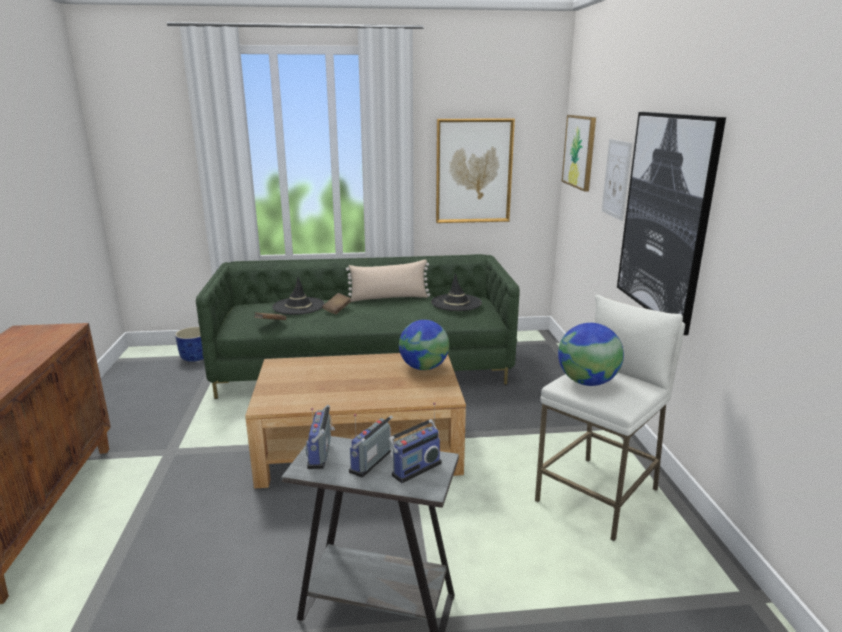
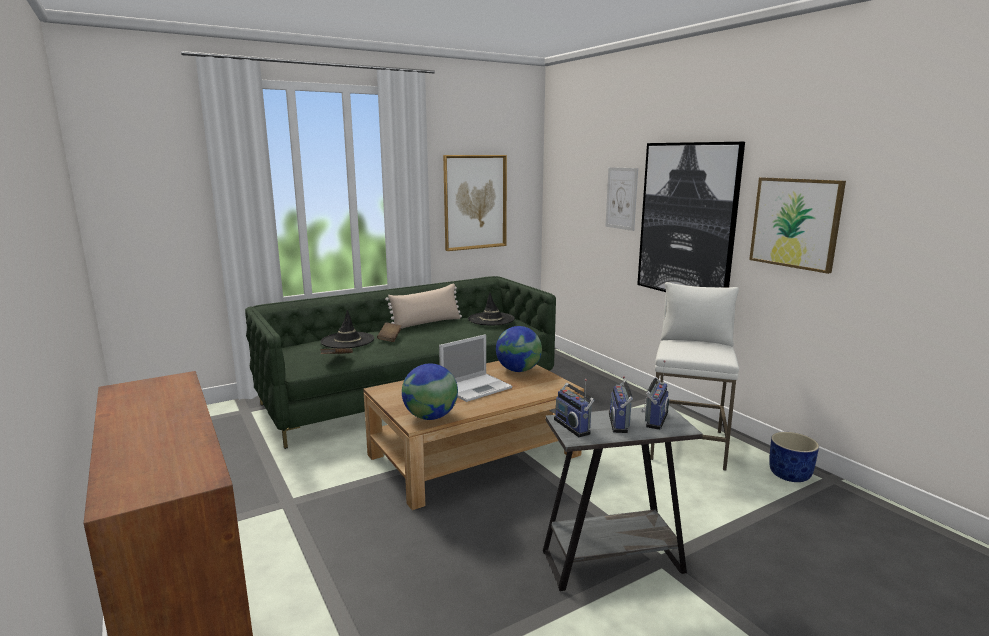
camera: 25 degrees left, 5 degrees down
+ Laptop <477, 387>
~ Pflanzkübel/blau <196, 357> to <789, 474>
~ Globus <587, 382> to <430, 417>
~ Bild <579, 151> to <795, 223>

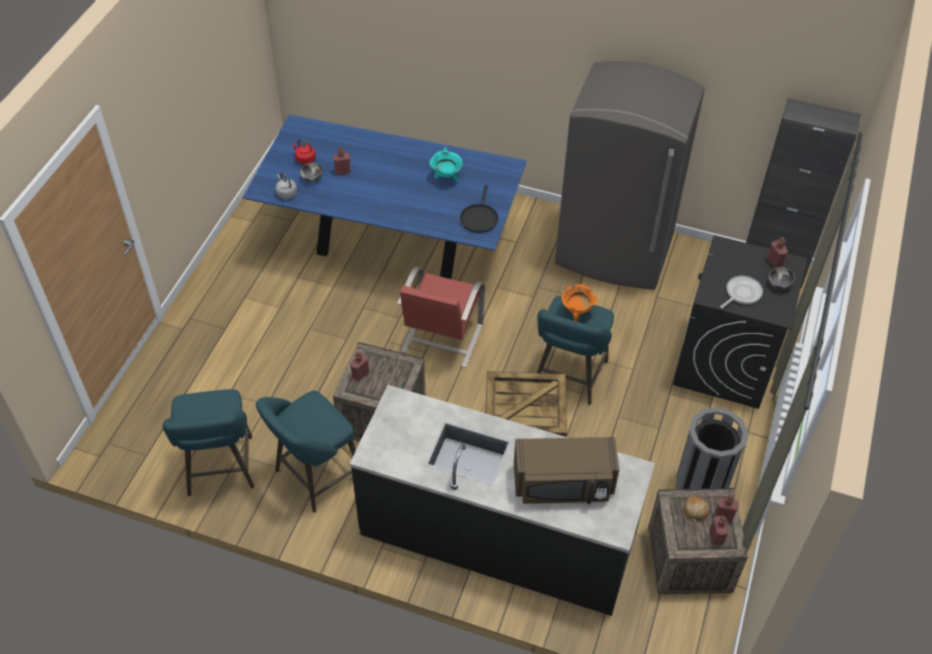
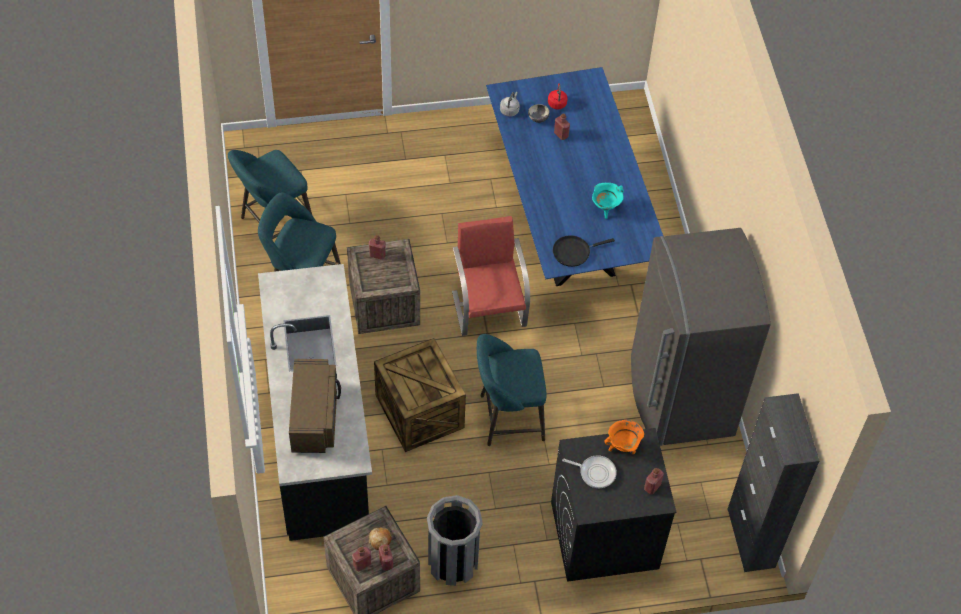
camera: 60 degrees right, 5 degrees up
- Schüssel <779, 285>
~ Kochtopf/orange <576, 313> to <623, 447>
~ Stuhl/rot <441, 339> = <489, 307> 90 degrees clockwise
~ Mikrowelle/braun <563, 484> = <315, 417> 150 degrees counterclockwise

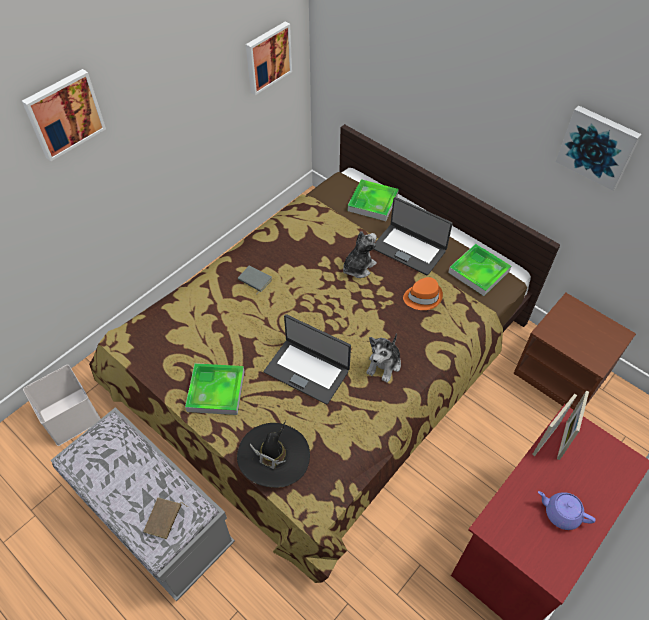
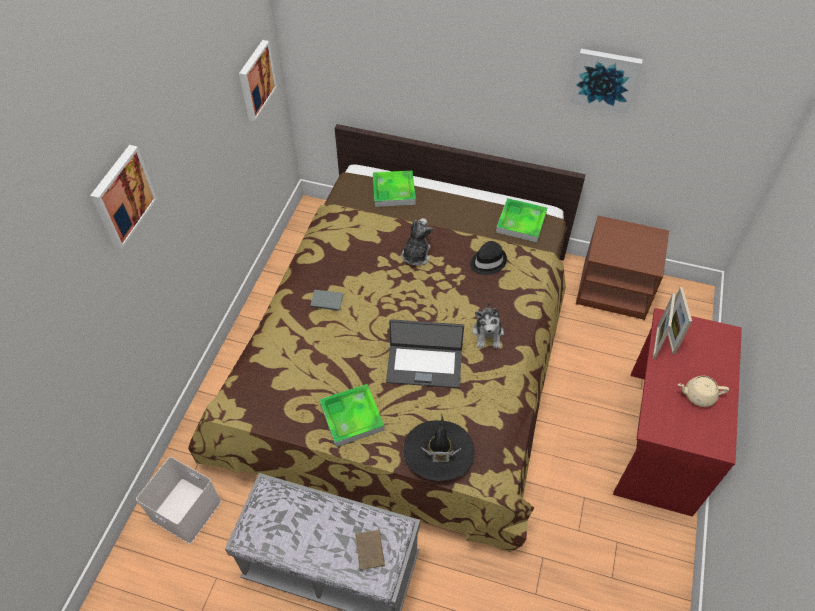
camera: 25 degrees left, 0 degrees up
- Laptop <409, 249>
~ Hut/orange <422, 297> to Hut/schwarz <487, 261>
~ Teekanne/lila <561, 513> to Teekanne/beige <698, 395>

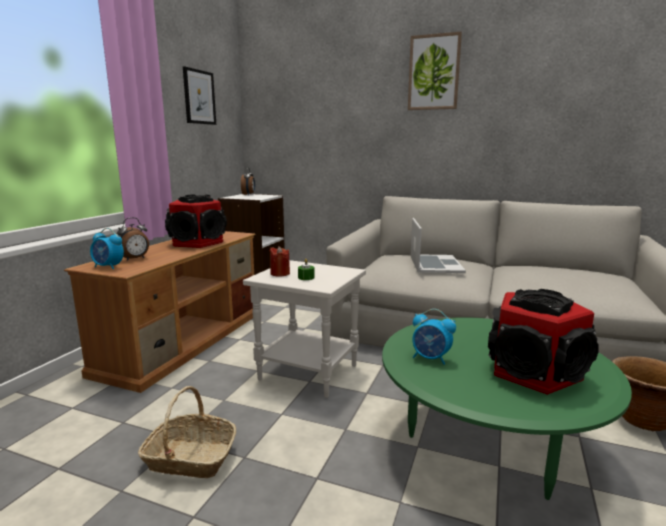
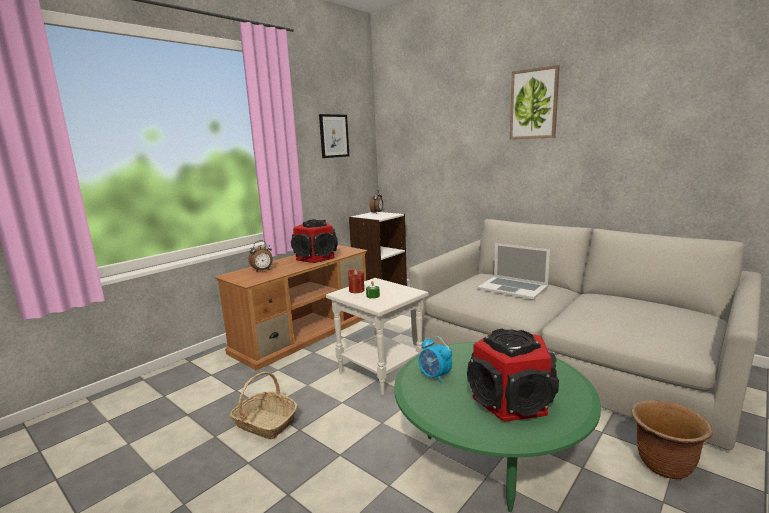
camera: 20 degrees right, 0 degrees up
- Wecker <108, 267>
~ Laptop <435, 264> = <513, 287> 105 degrees clockwise

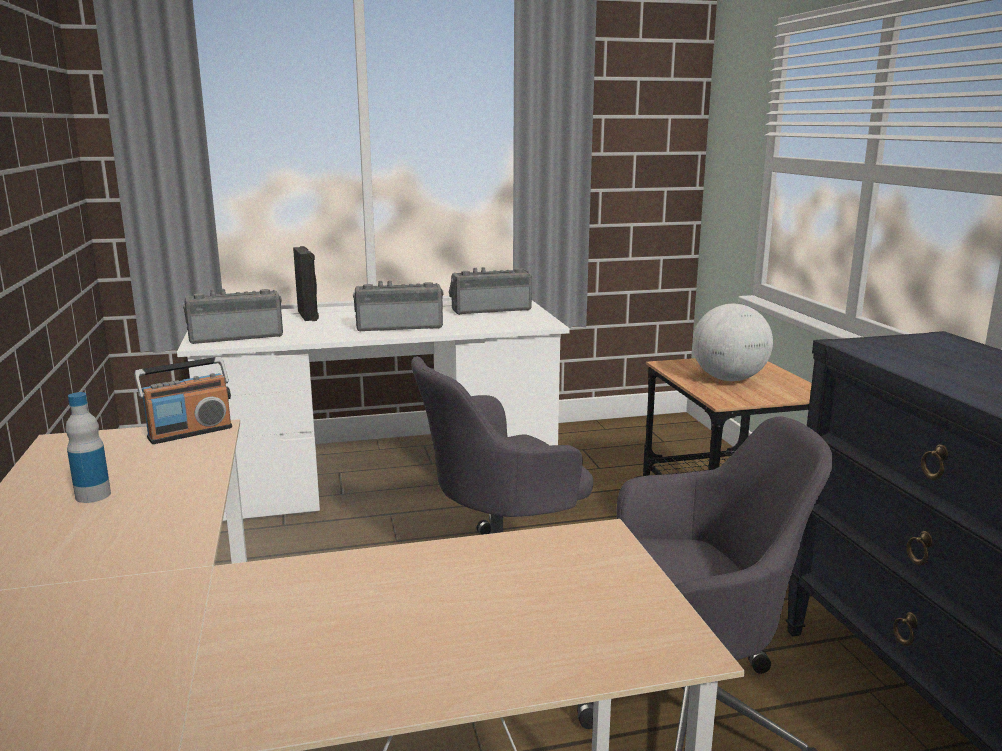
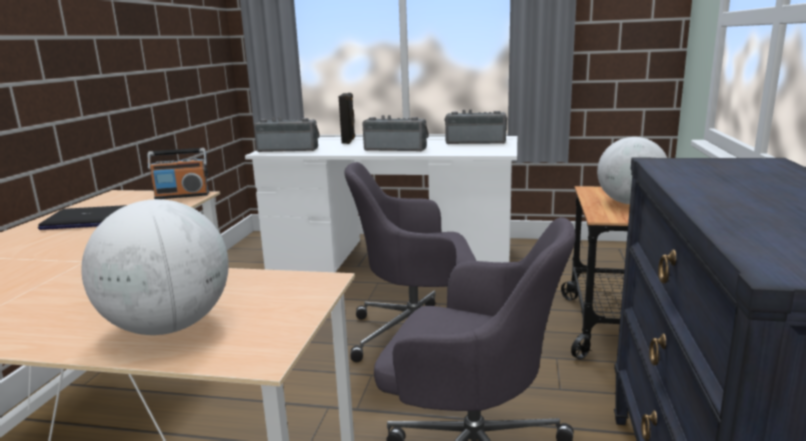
camera: 25 degrees right, 0 degrees up
+ Globus <169, 327>
~ Flasche <93, 495> to Laptop <87, 220>

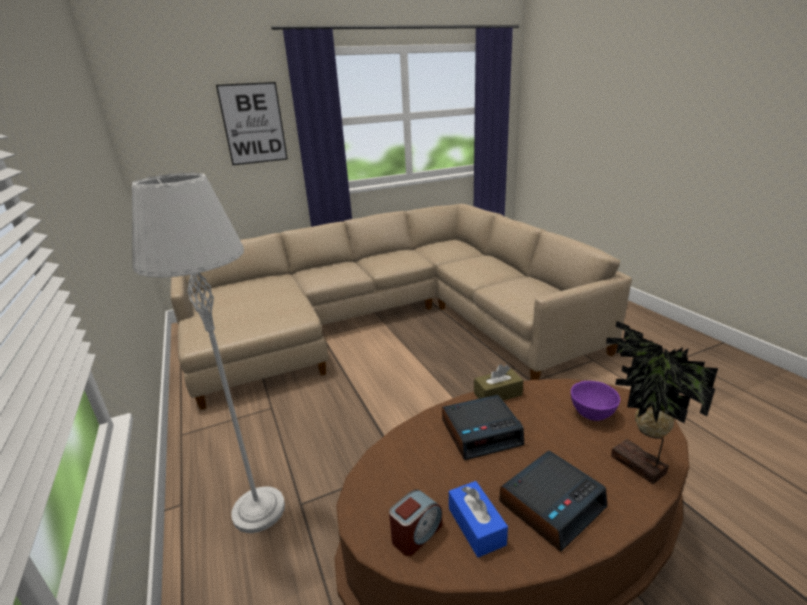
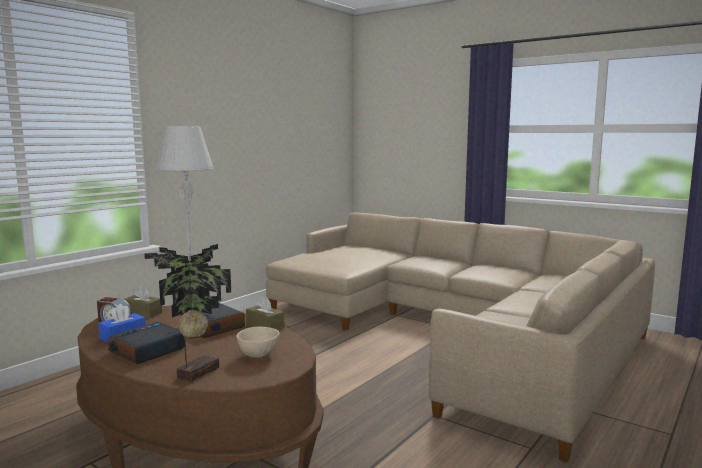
camera: 60 degrees right, 15 degrees down
- Bild <253, 124>
+ Taschentuchbox/braun <143, 313>
~ Schüssel/lila <592, 413> to Schüssel/beige <259, 355>
~ Wecker <551, 504> = <147, 350> 105 degrees clockwise

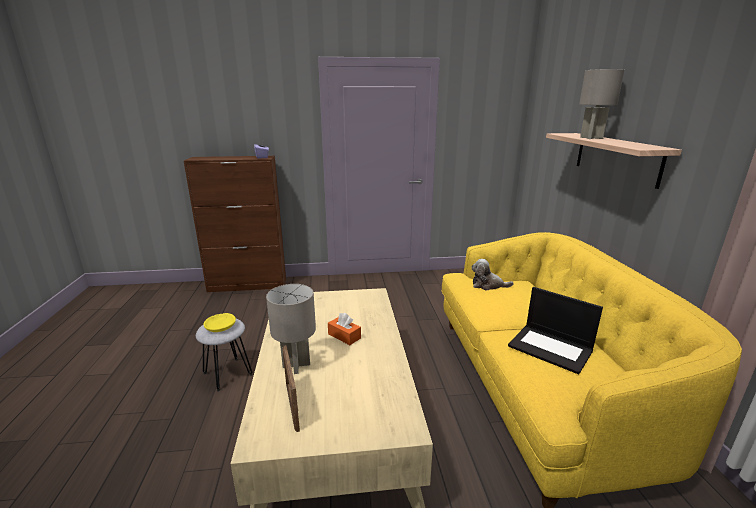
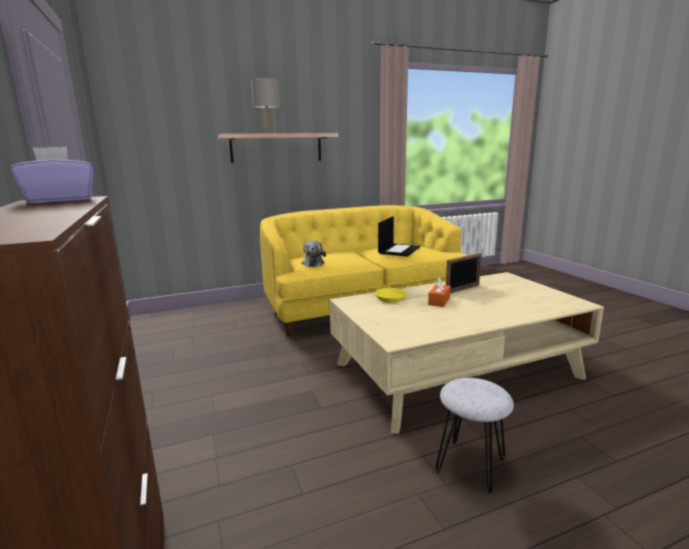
camera: 105 degrees left, 5 degrees down
- Tischlampe/grau <297, 365>
~ Schüssel/gelb <221, 326> to <390, 299>
~ Bilderrahmen <292, 406> to <462, 289>

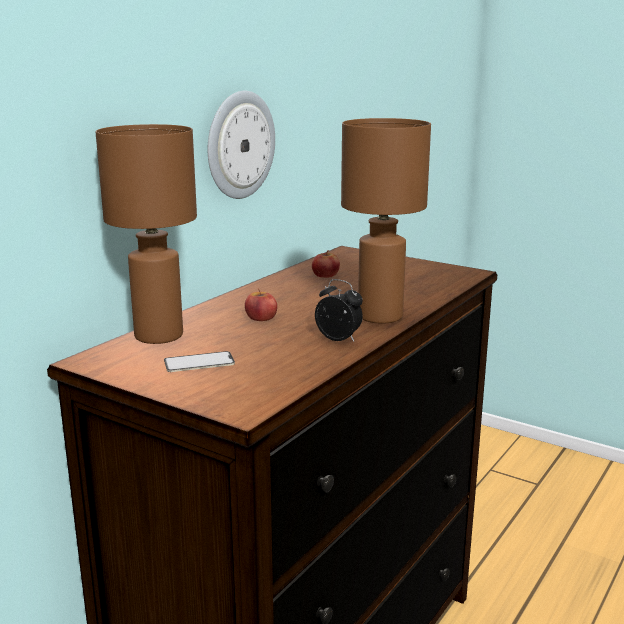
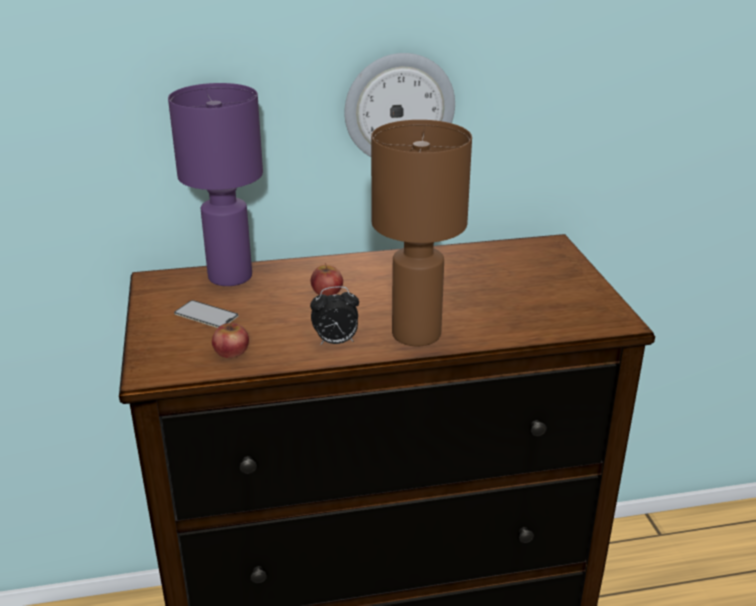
camera: 45 degrees right, 10 degrees up
~ Apfel <325, 275> to <231, 351>
~ Tischlampe/braun <158, 335> to Tischlampe/lila <231, 276>
~ Wecker <339, 339> = <335, 342> 90 degrees clockwise

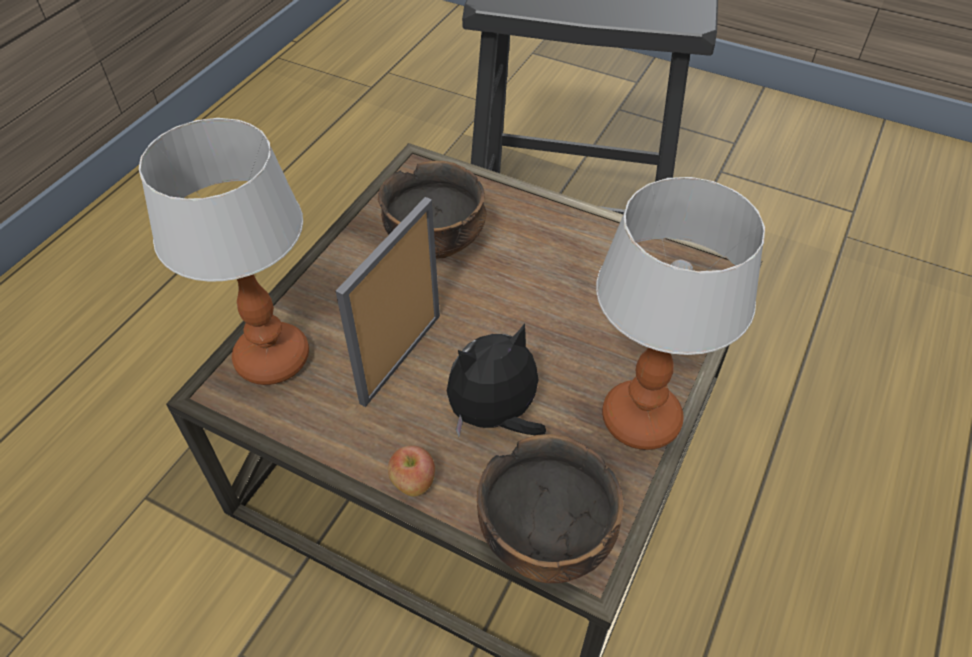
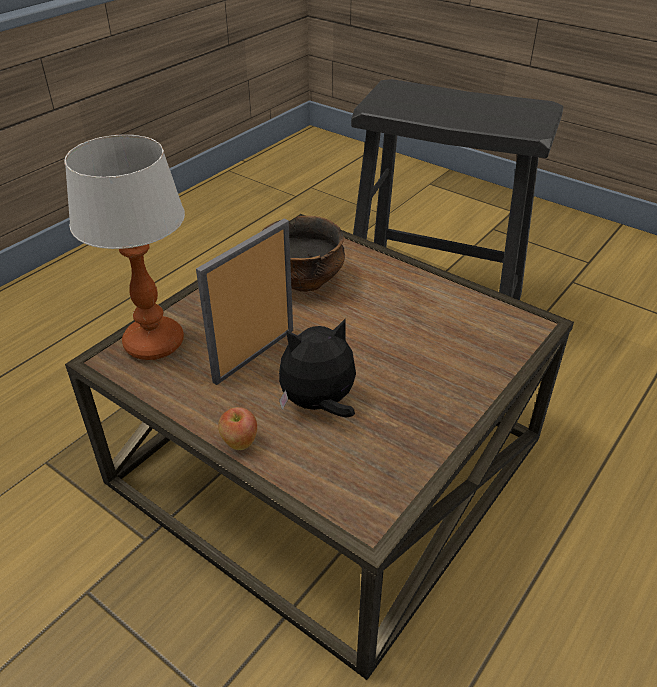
camera: 10 degrees right, 10 degrees down
- Schüssel <546, 536>
- Tischlampe <641, 420>

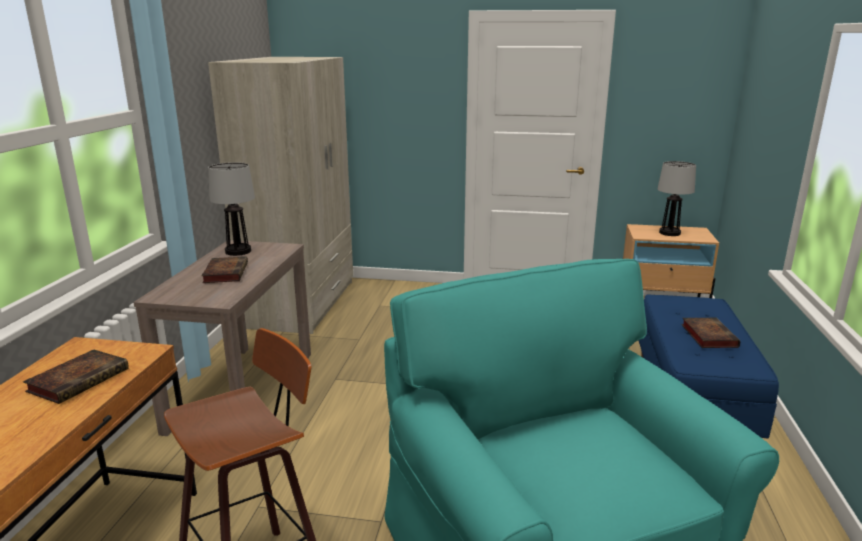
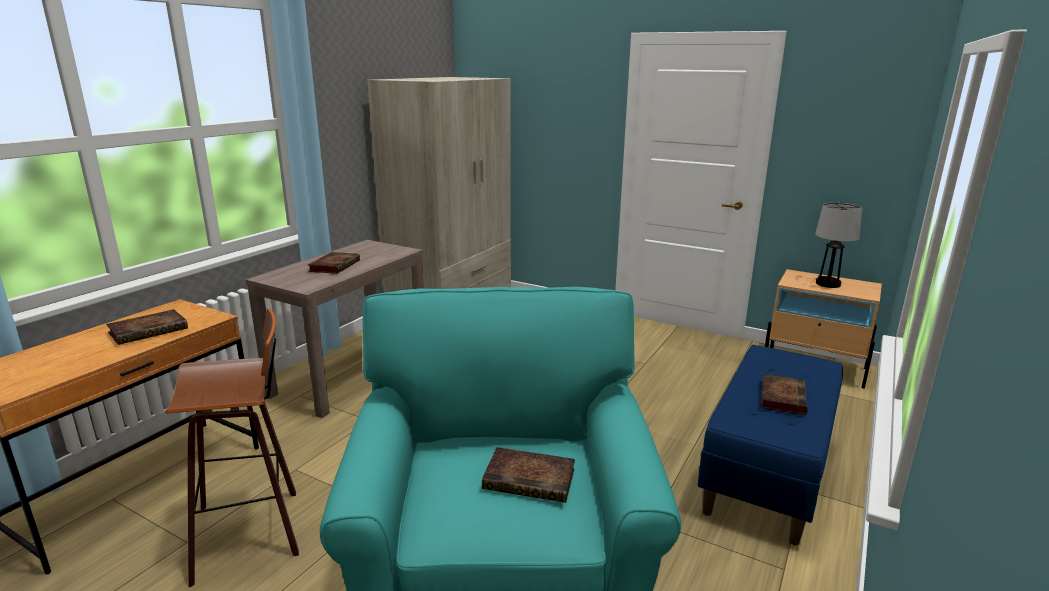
camera: 20 degrees right, 0 degrees up
- Tischlampe <238, 251>
+ Buch <532, 479>

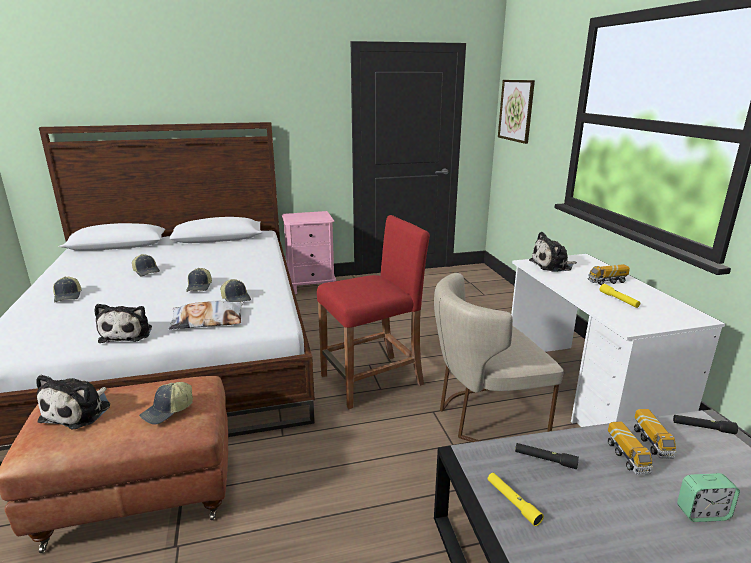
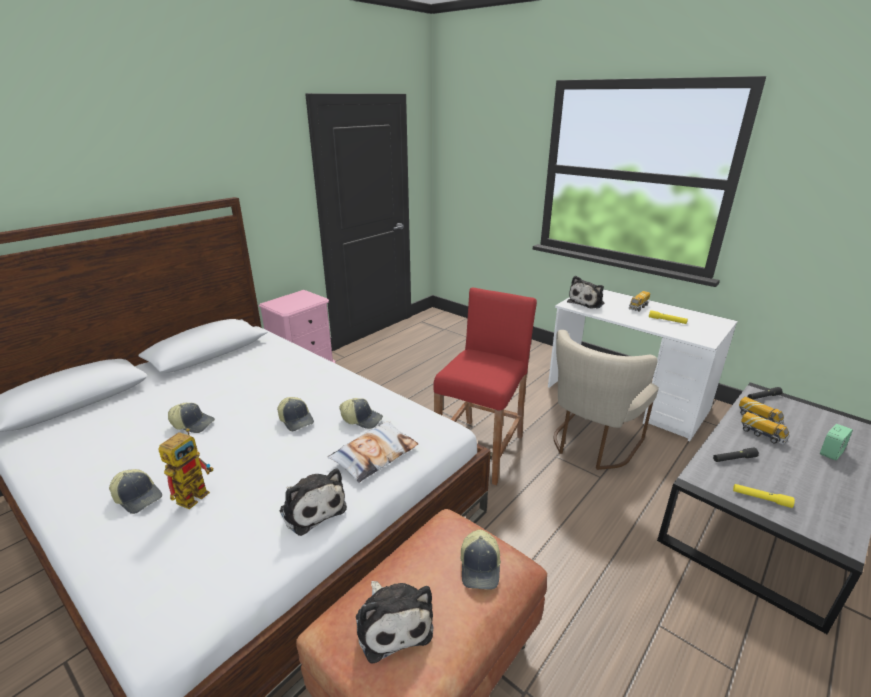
camera: 35 degrees left, 5 degrees up
- Bild <516, 110>
+ Spielzeugroboter <196, 492>

